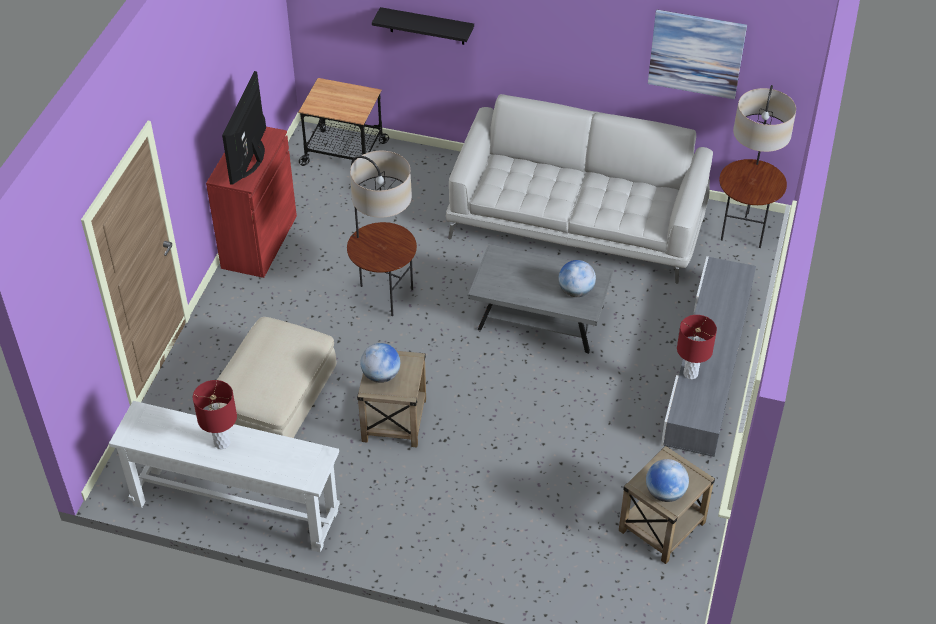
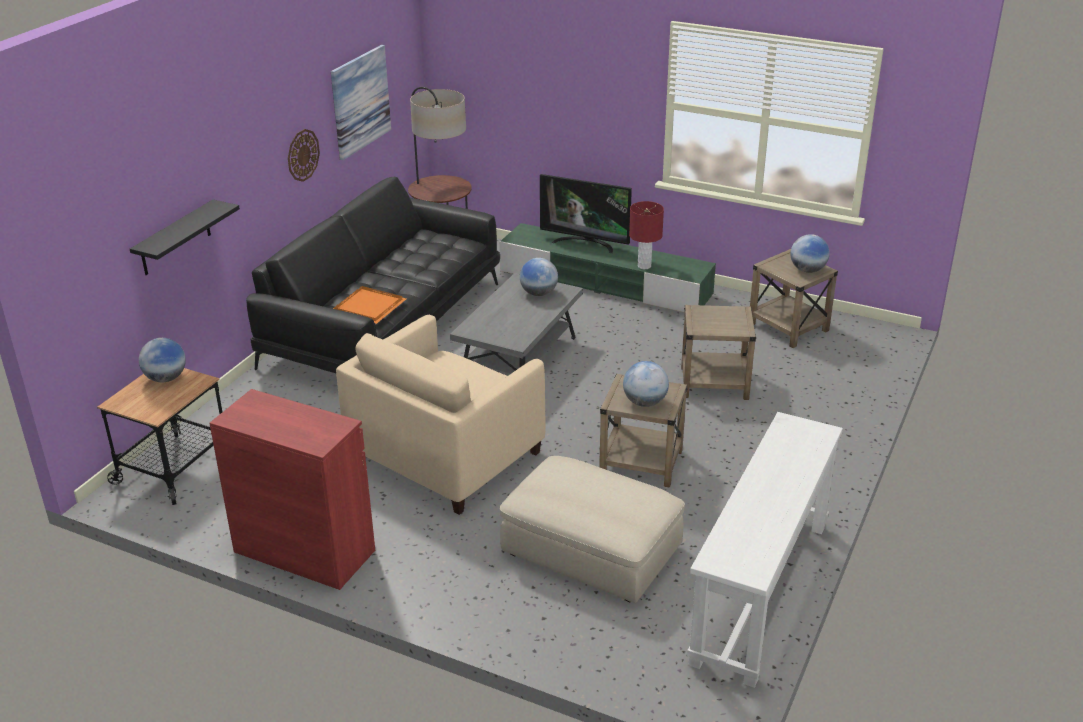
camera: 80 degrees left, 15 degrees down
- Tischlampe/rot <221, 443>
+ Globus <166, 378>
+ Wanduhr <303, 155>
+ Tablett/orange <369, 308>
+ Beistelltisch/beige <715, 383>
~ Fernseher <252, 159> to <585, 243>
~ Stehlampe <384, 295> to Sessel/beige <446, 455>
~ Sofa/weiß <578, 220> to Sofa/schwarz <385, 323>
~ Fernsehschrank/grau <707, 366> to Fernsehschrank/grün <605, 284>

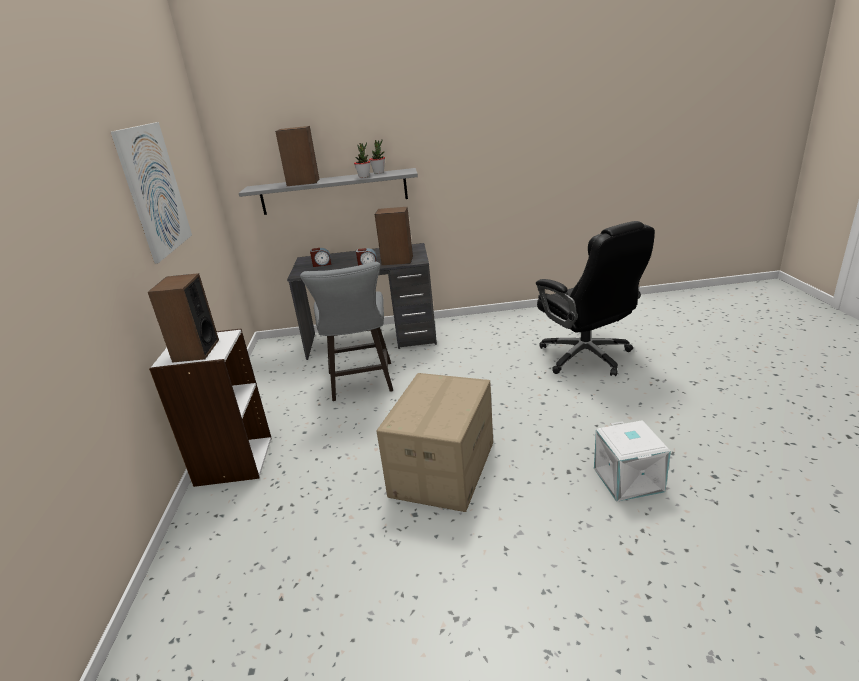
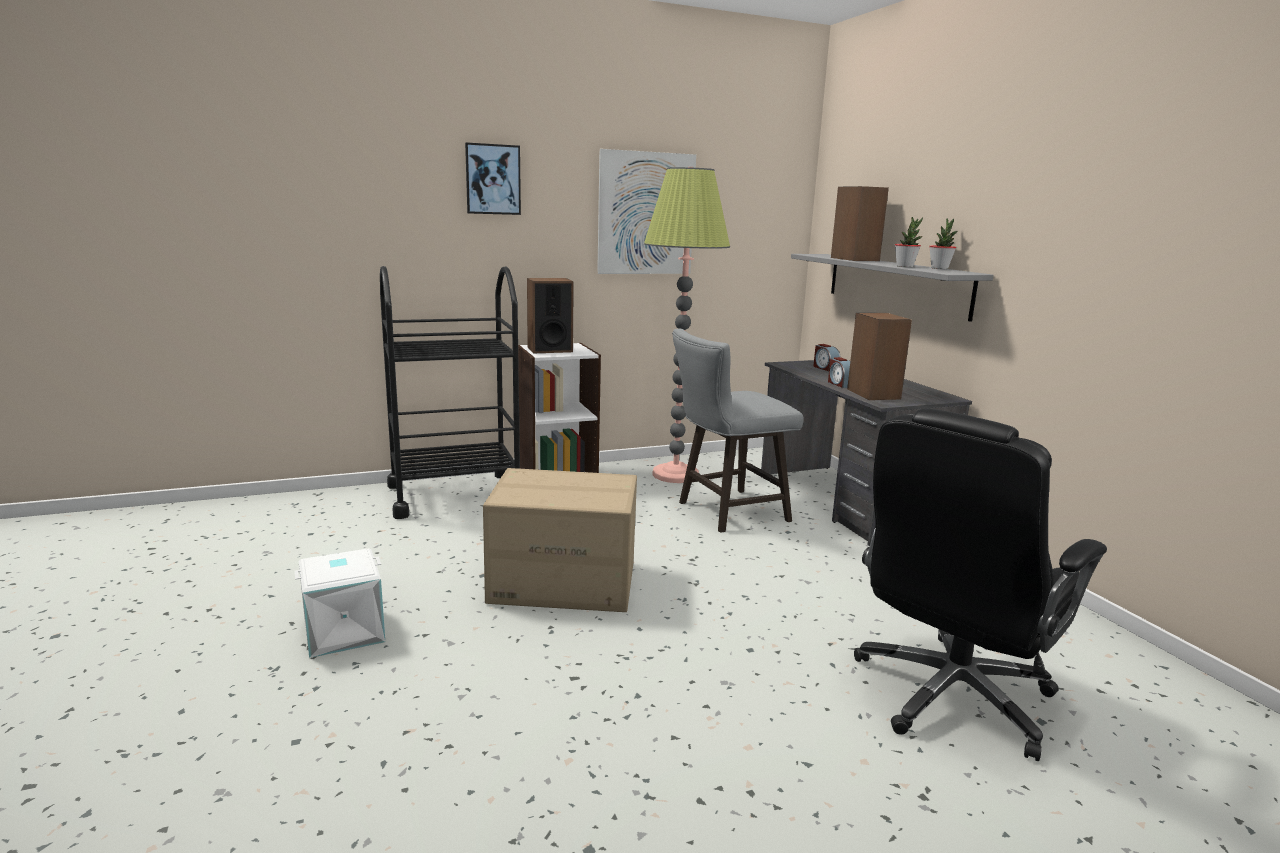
camera: 70 degrees right, 10 degrees down
+ Rollwagen/schwarz <454, 495>
+ Bild <493, 179>
+ Stehlampe <675, 474>
~ Aufbewahrungsbox/weiß <629, 479> to <343, 632>

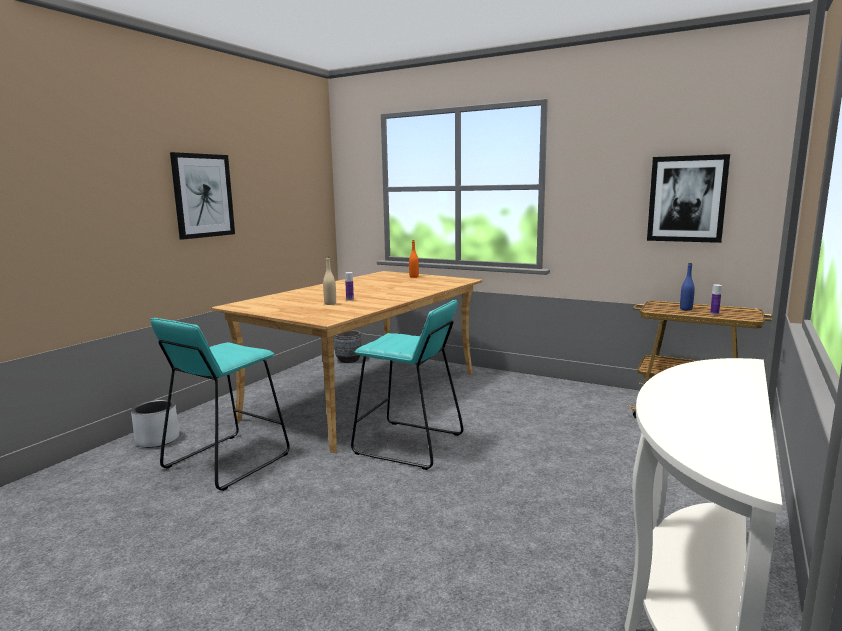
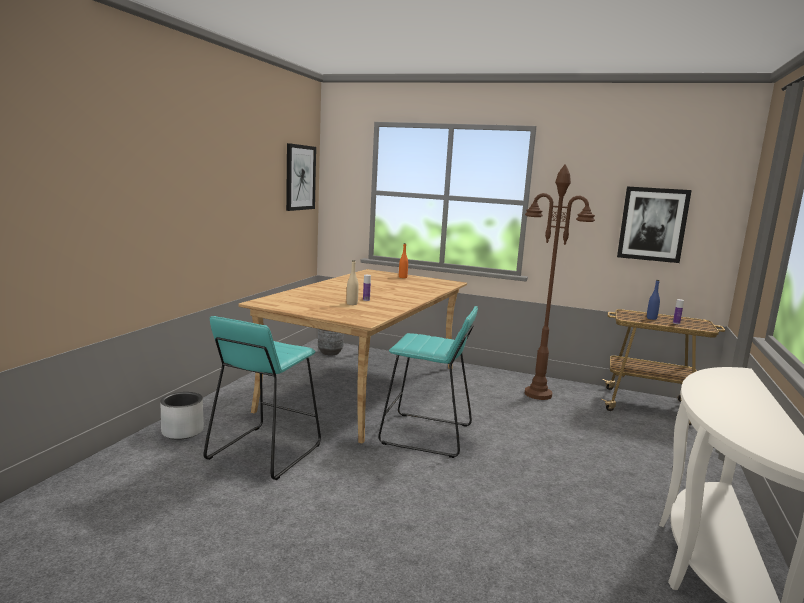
camera: 10 degrees left, 0 degrees up
+ Stehlampe/braun <538, 394>
~ Bild <203, 195> to <300, 177>

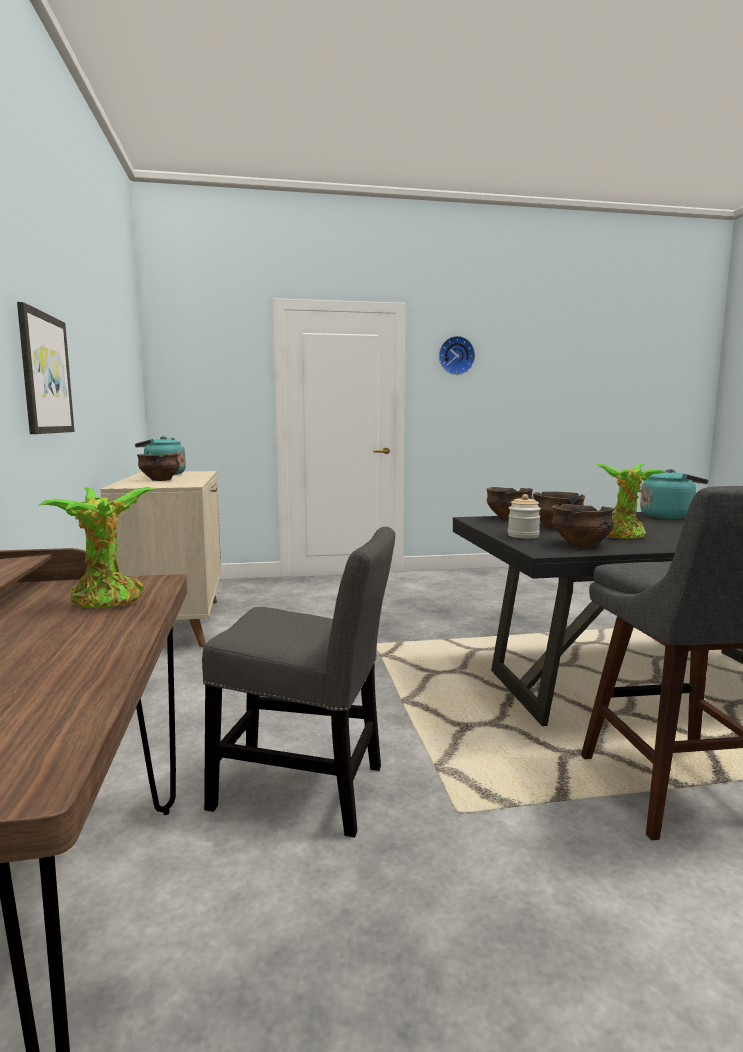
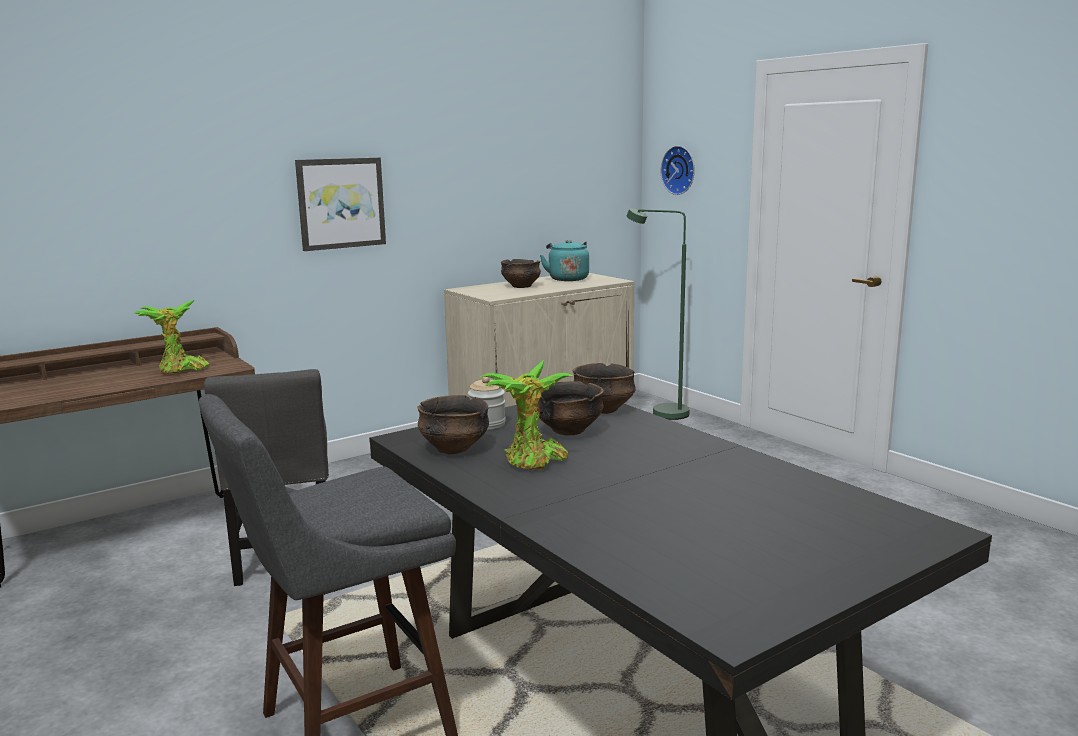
camera: 65 degrees right, 5 degrees up
- Wasserkessel/türkis <669, 516>
+ Stehlampe/grün <661, 412>
~ Wanduhr <456, 355> to <680, 170>

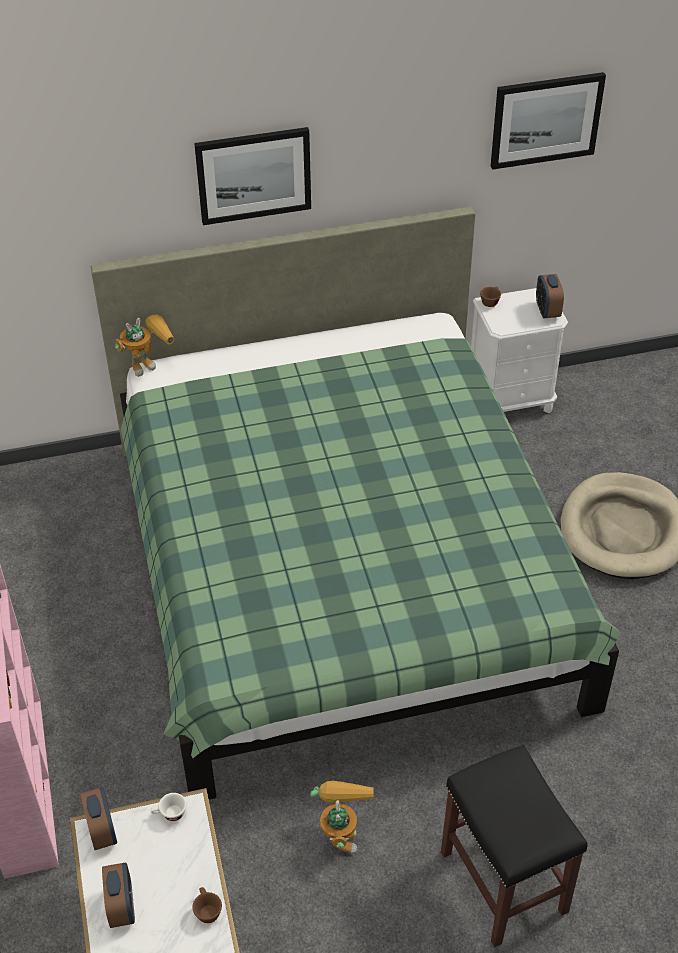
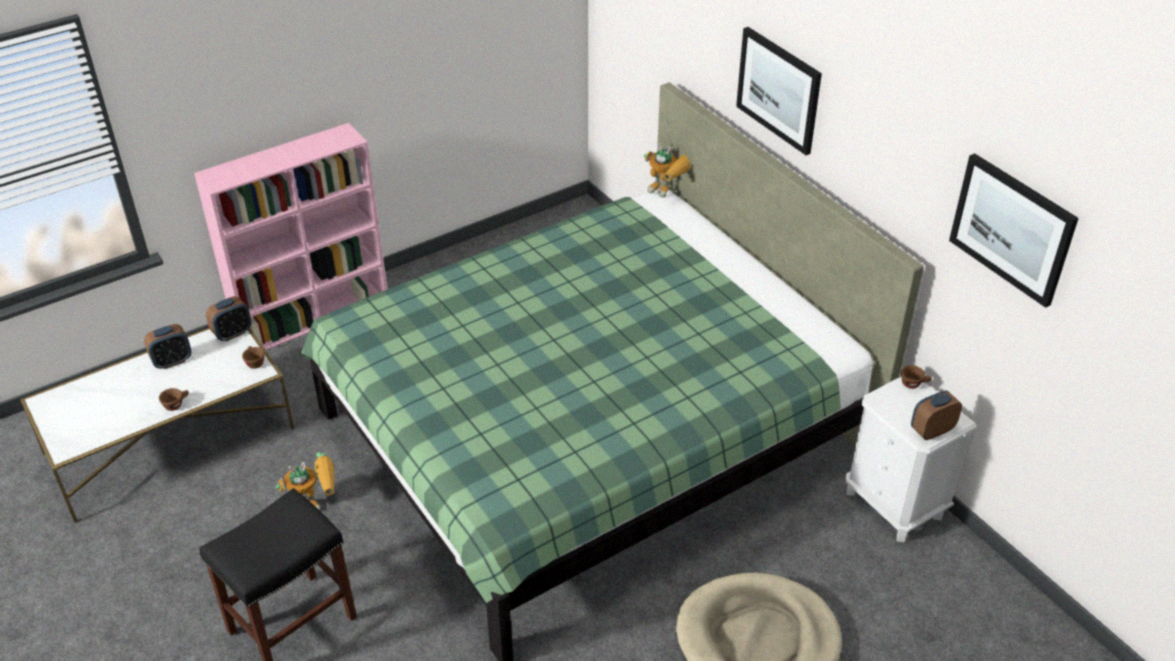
camera: 70 degrees right, 5 degrees down
~ Tasse/weiß <169, 814> to Tasse/braun <254, 362>

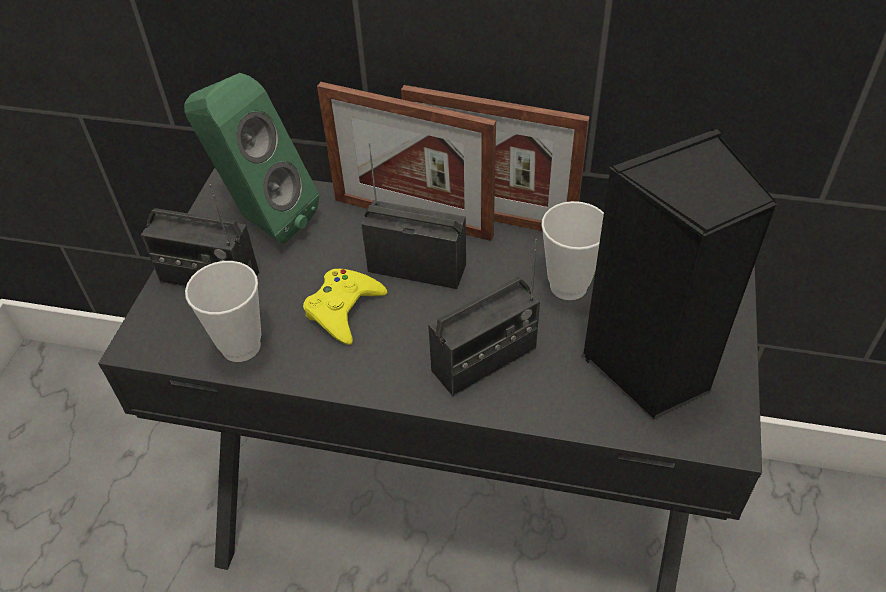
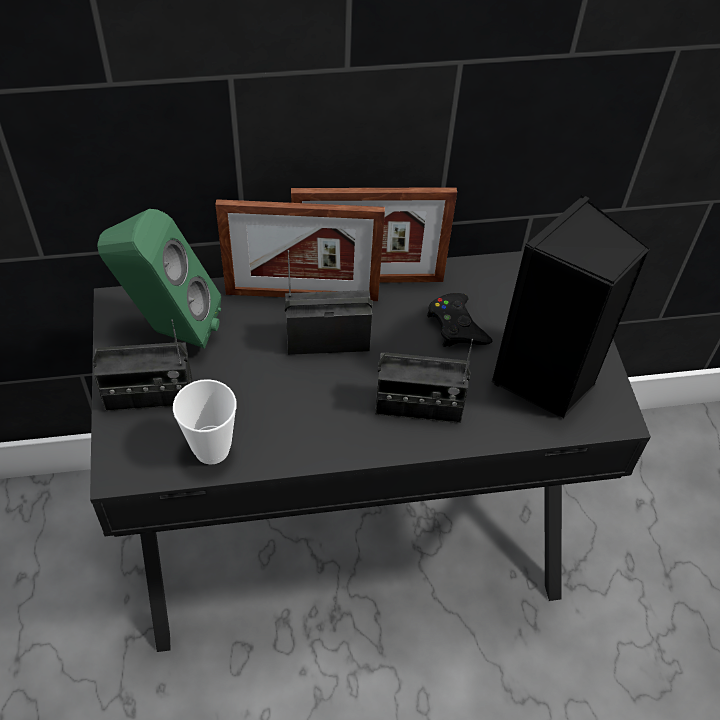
camera: 25 degrees left, 5 degrees up
- Gamepad/gelb <344, 309>
~ Tasse <568, 286> to Gamepad/schwarz <456, 326>
~ Radio <484, 360> = <418, 406> 60 degrees clockwise

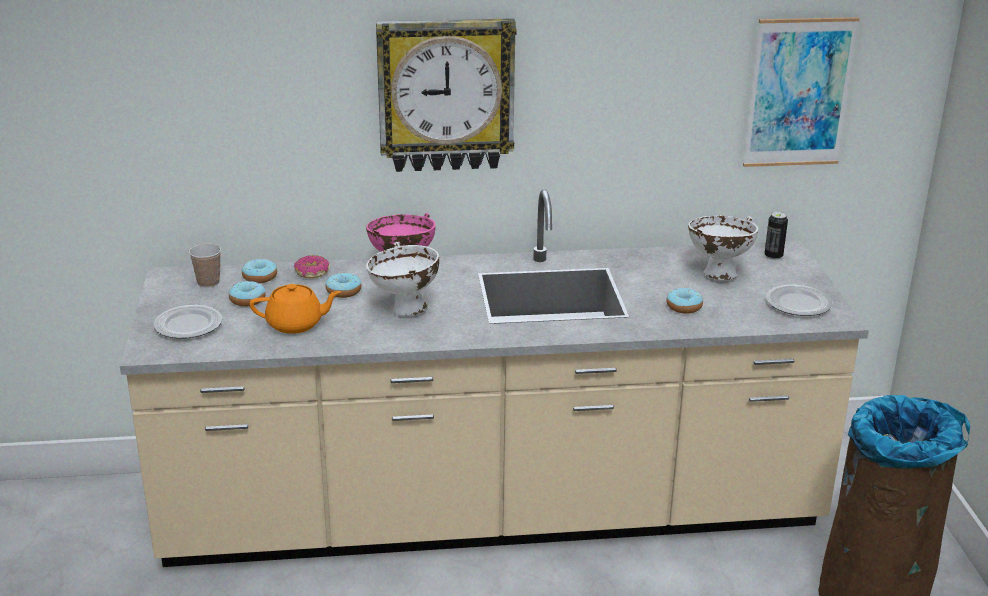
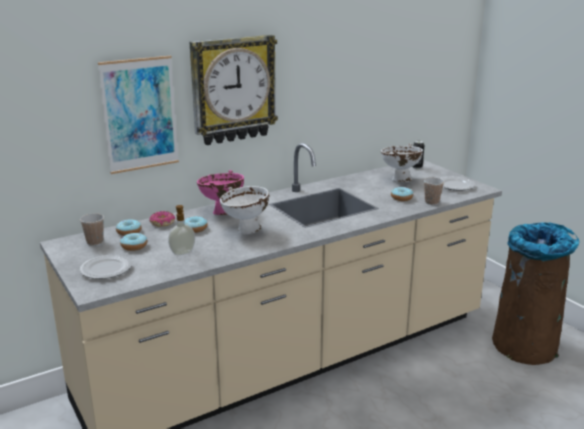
camera: 25 degrees left, 5 degrees down
+ Tasse <432, 202>
~ Bild <799, 93> to <140, 114>
~ Teekanne/orange <296, 324> to Seifenspender <183, 253>

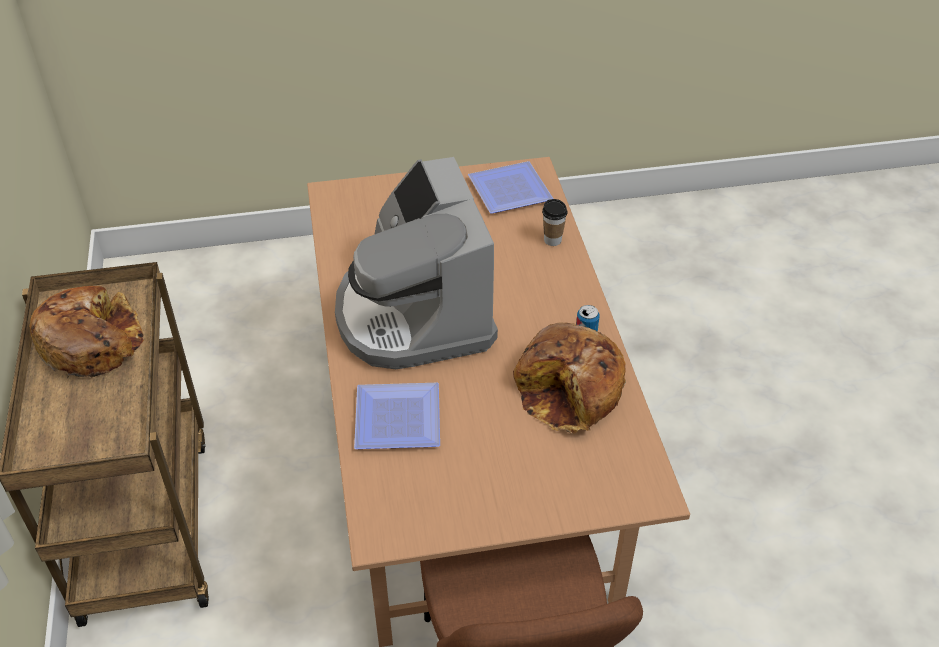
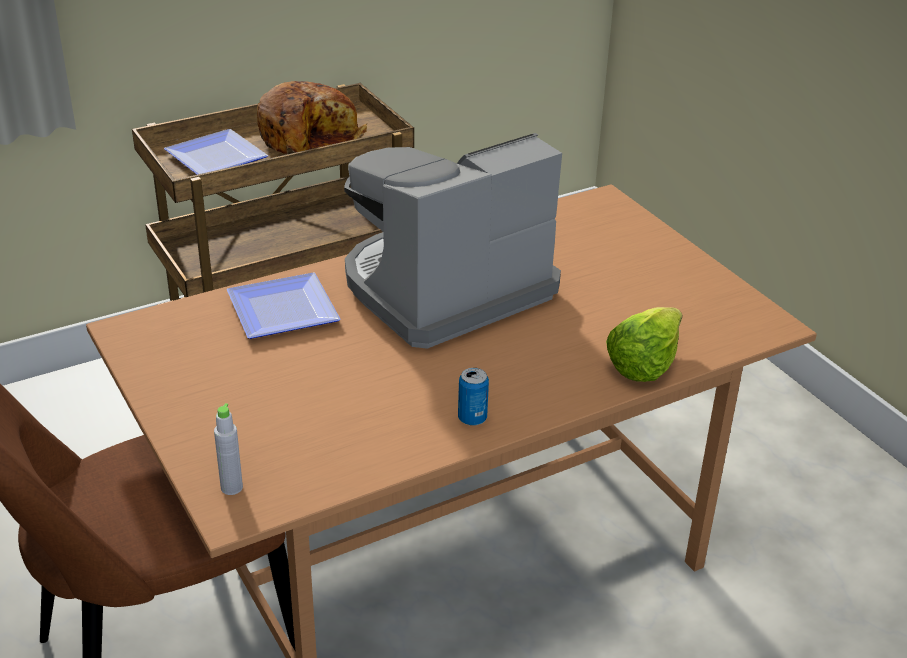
camera: 70 degrees right, 10 degrees down
- Brot <570, 391>
+ Flasche/grau <231, 487>
~ Teller <511, 189> to <220, 157>
~ Tasse <552, 240> to Salatkopf <643, 363>

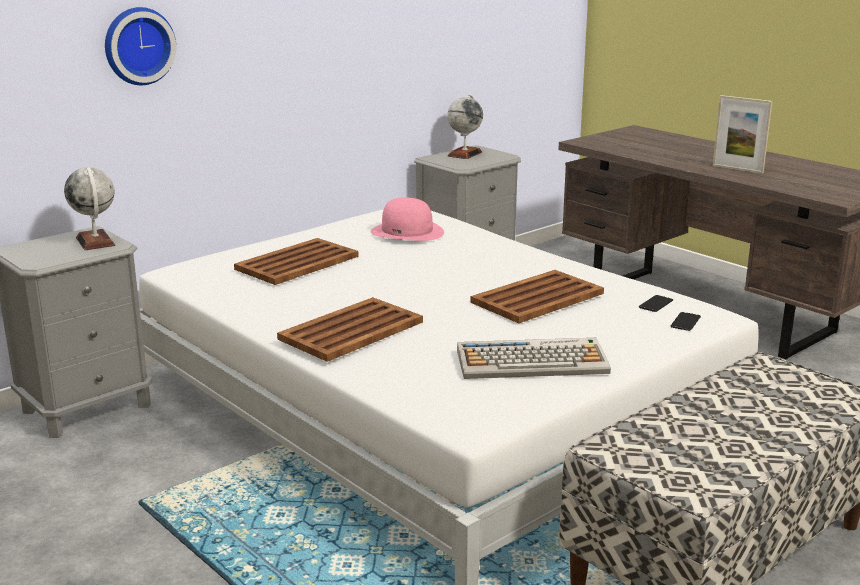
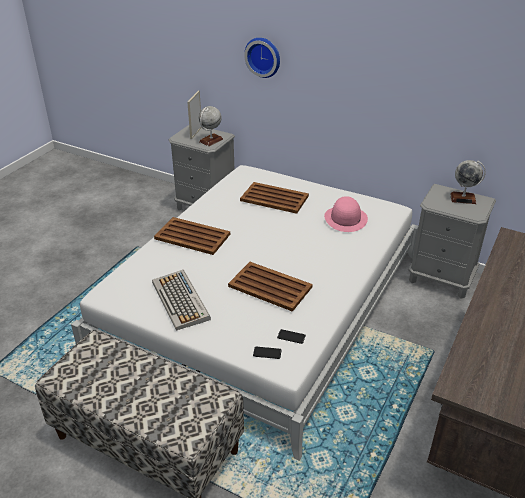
camera: 70 degrees right, 15 degrees up
~ Bilderrahmen <737, 169> to <196, 132>

